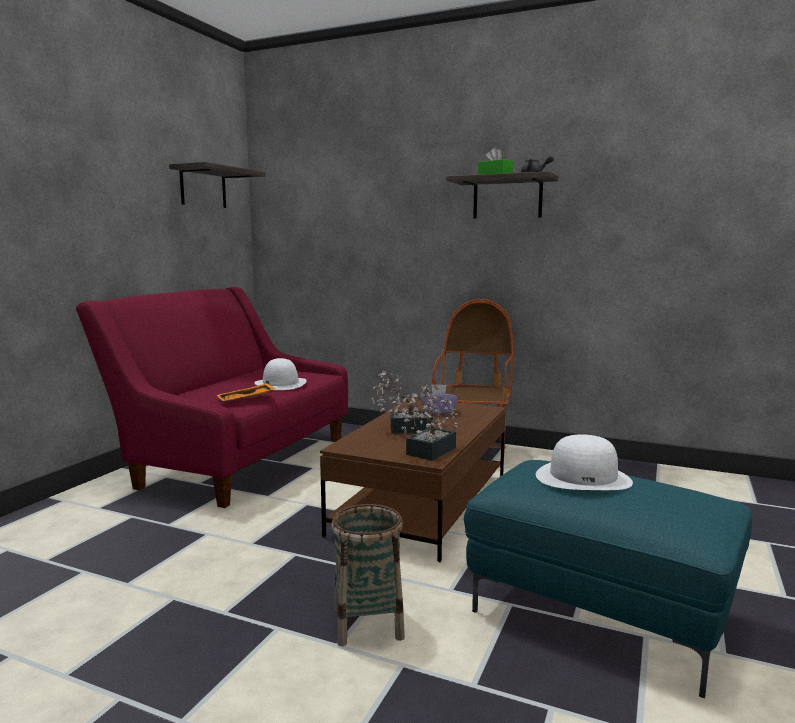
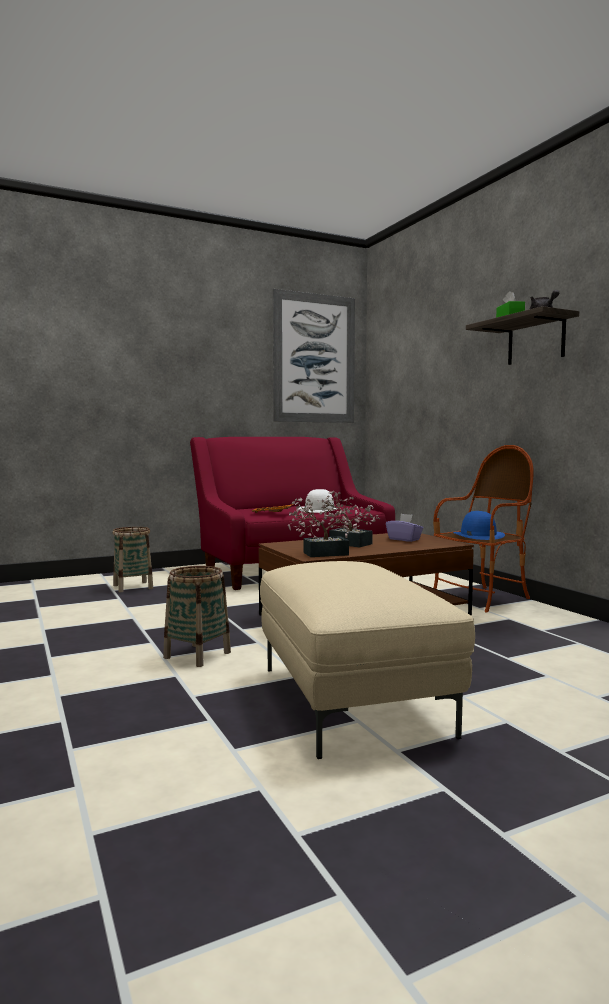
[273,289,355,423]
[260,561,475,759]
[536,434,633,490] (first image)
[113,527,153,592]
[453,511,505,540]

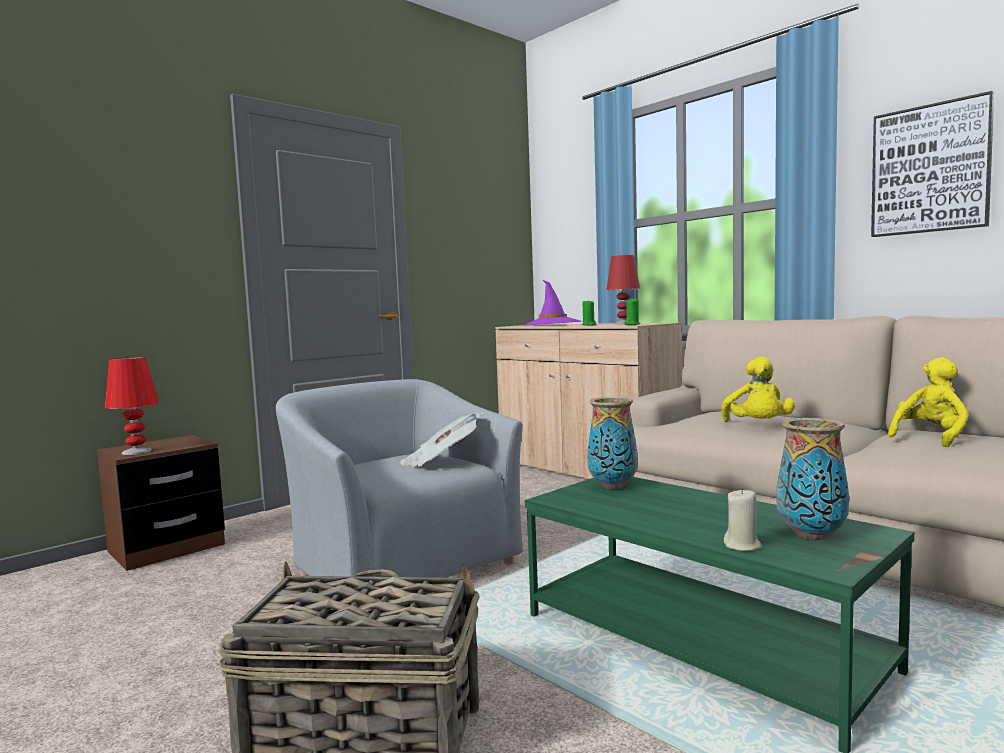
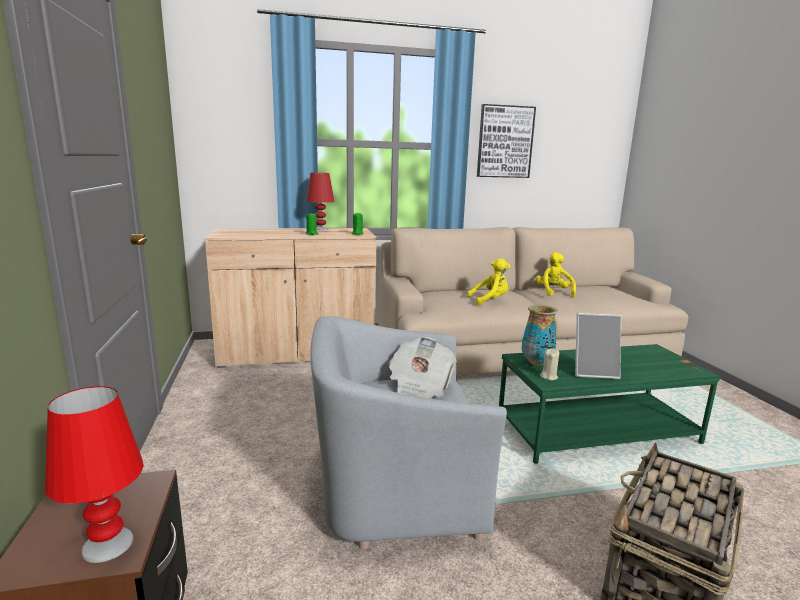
[523,280,583,326] (first image)
[467,258,511,306]
[540,349,559,380]
[776,418,849,540] (first image)
[575,313,621,379]

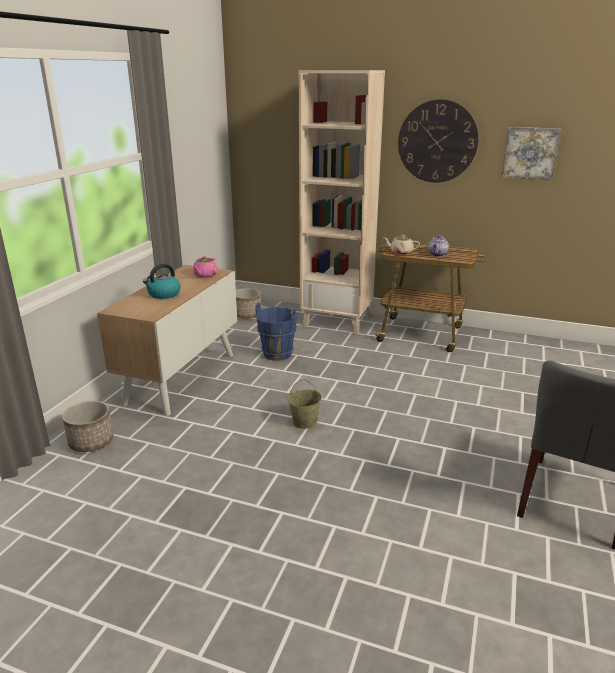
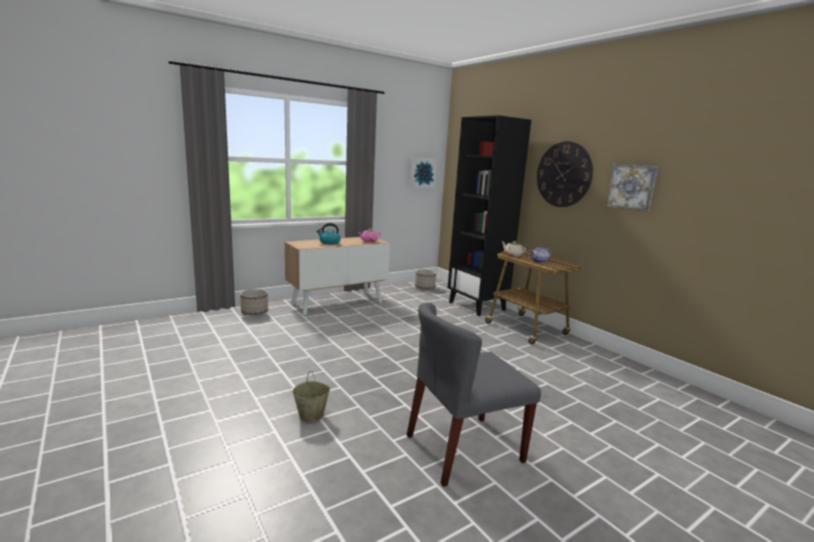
[255,303,298,361] (first image)
[293,371,330,422]
[448,115,531,316]
[410,157,437,188]

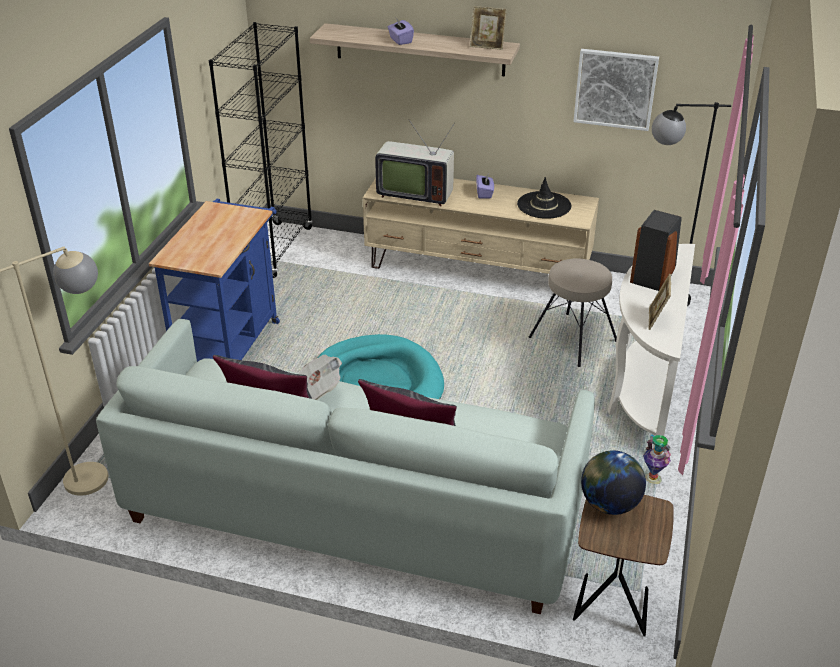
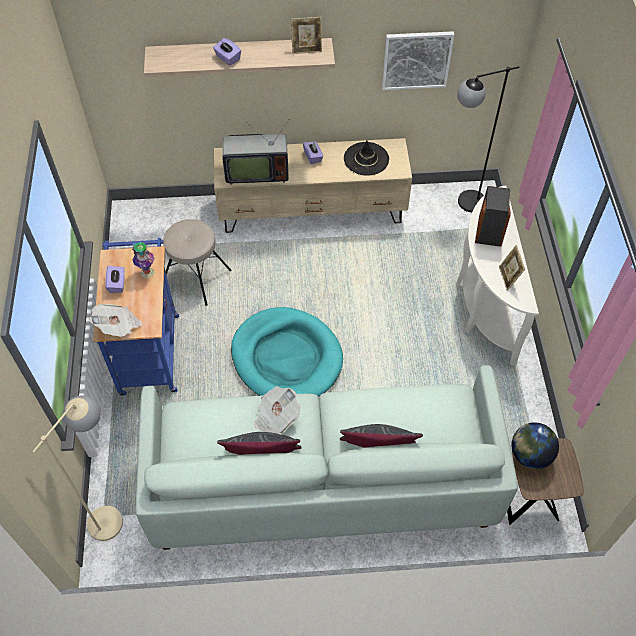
[209,22,313,278] (first image)
[163,219,232,306]
[132,242,155,278]
[89,303,143,337]
[105,266,125,293]

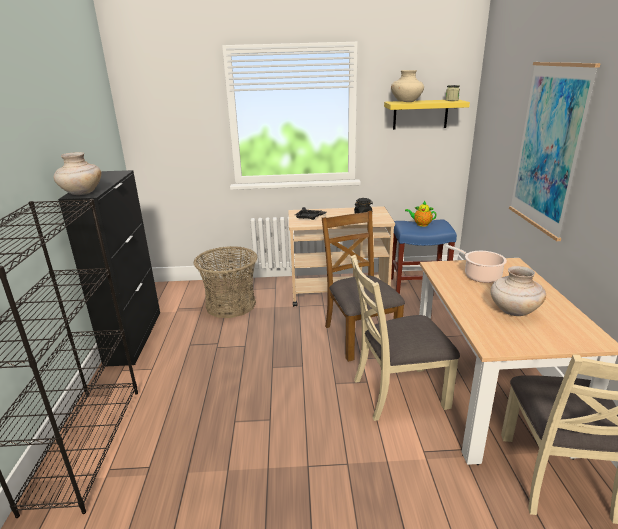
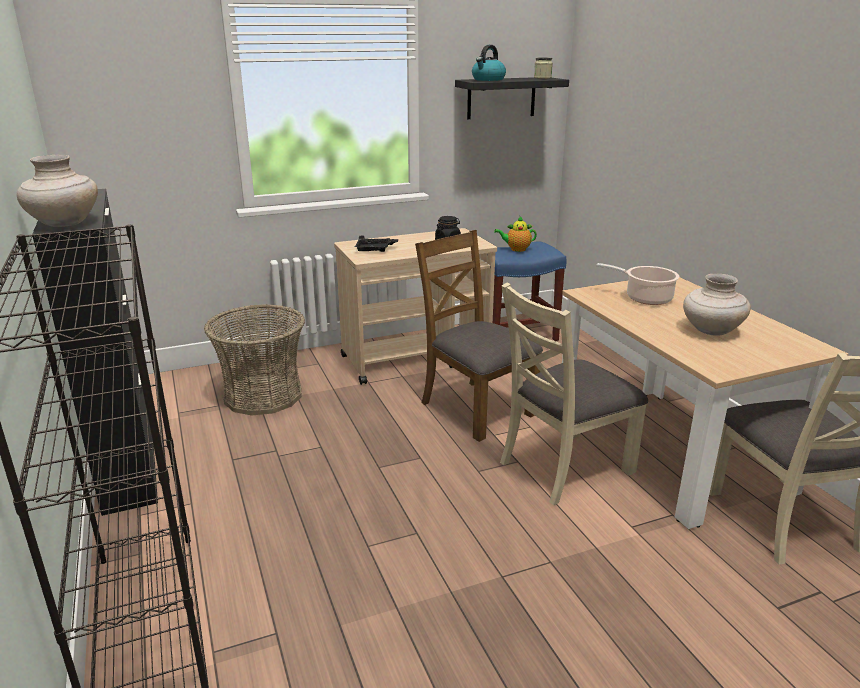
[455,77,569,119]
[472,45,506,81]
[509,62,601,241] (first image)

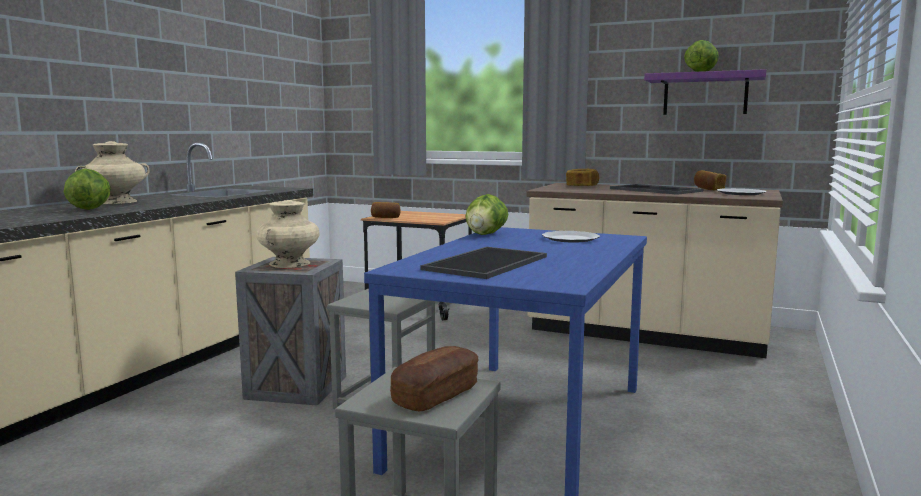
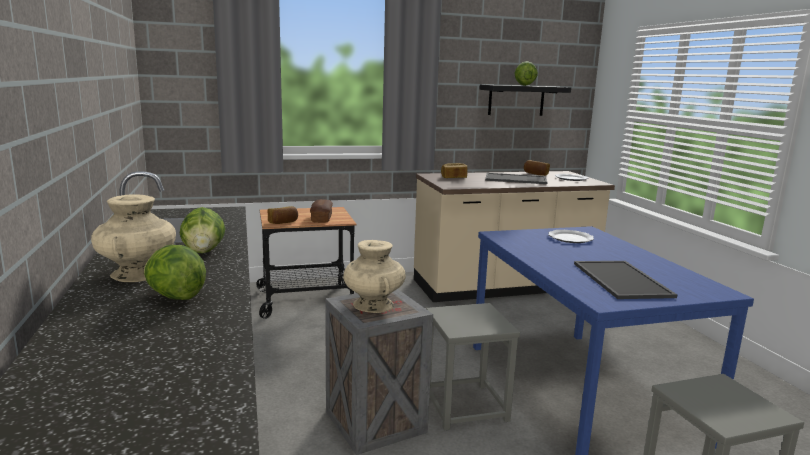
[310,199,333,223]
[180,207,225,254]
[479,84,571,116]

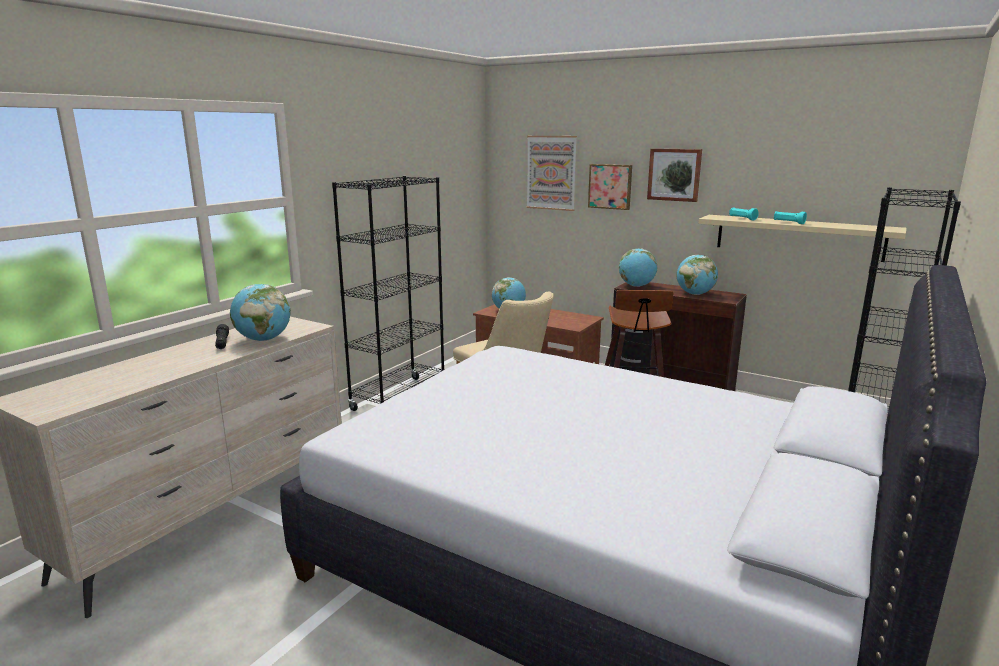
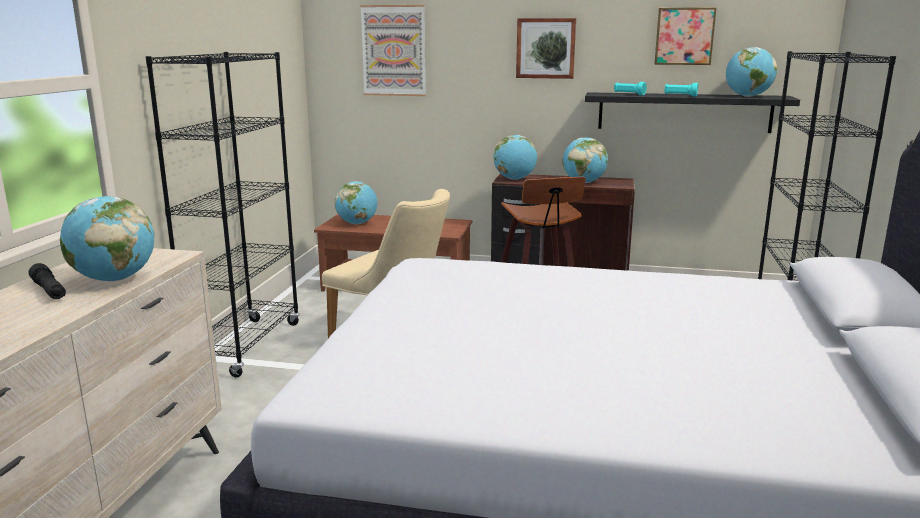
[654,7,717,65]
[585,92,800,133]
[726,47,777,97]

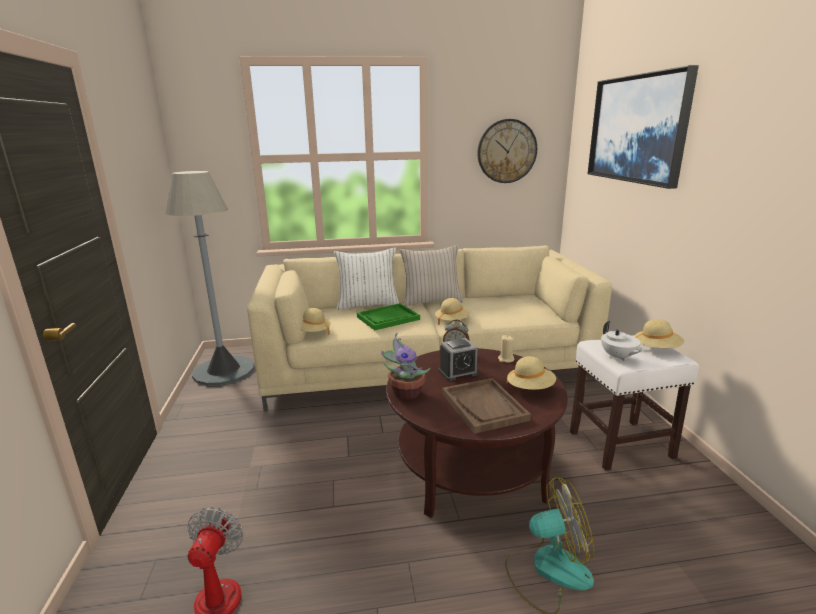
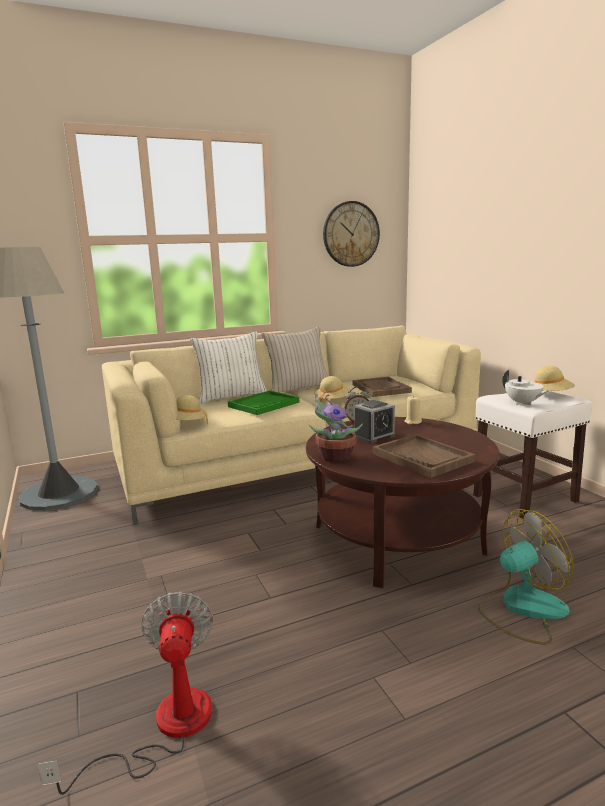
[507,356,556,390] (first image)
[588,65,699,189] (first image)
[352,377,412,397]

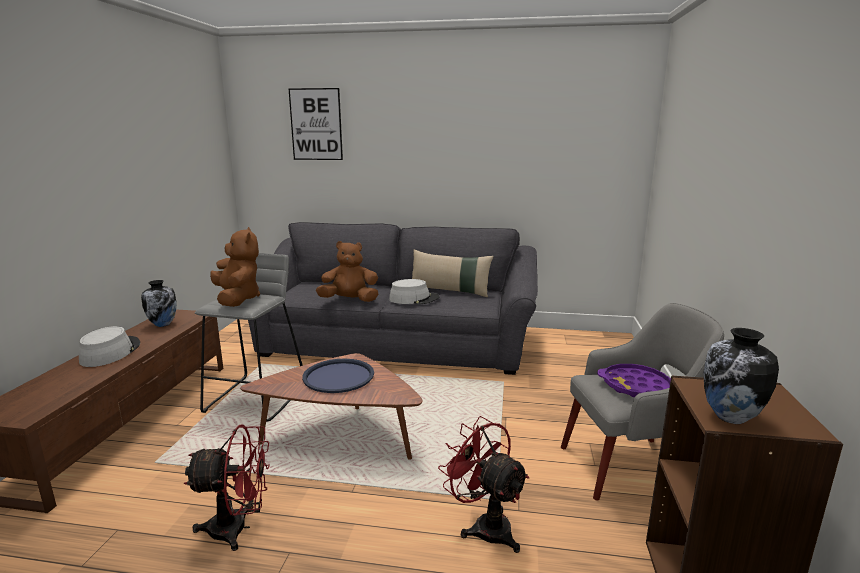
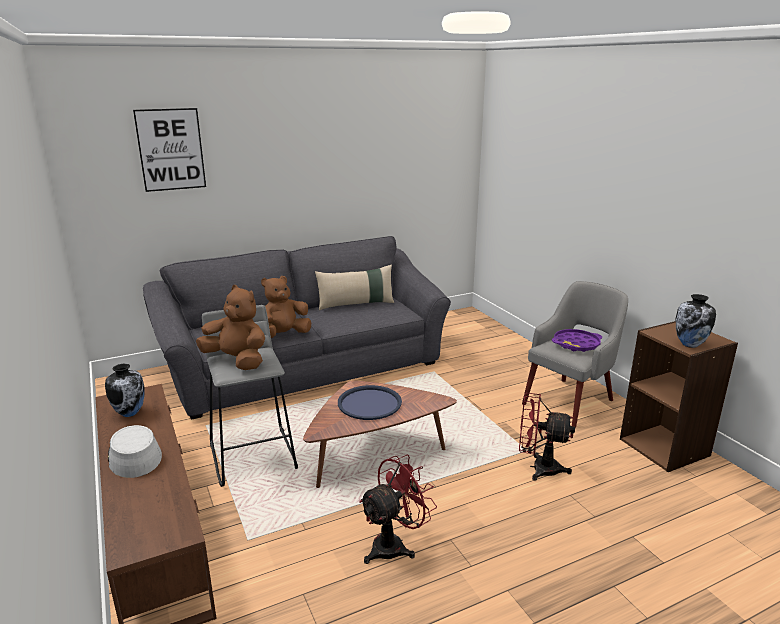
[389,279,440,304] (first image)

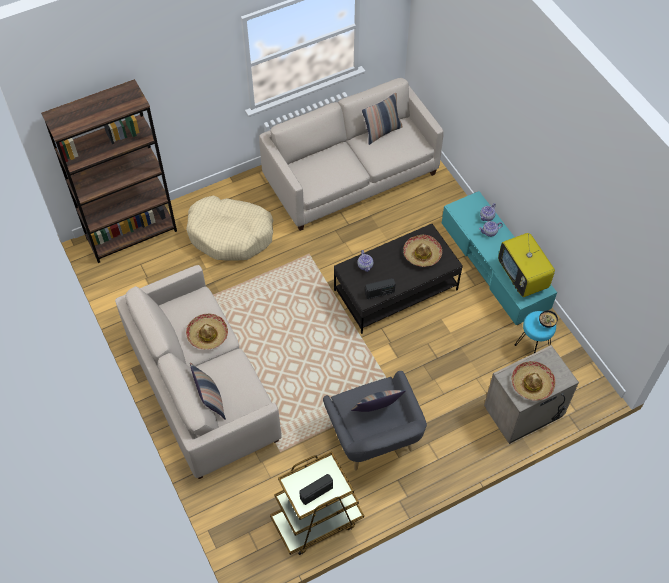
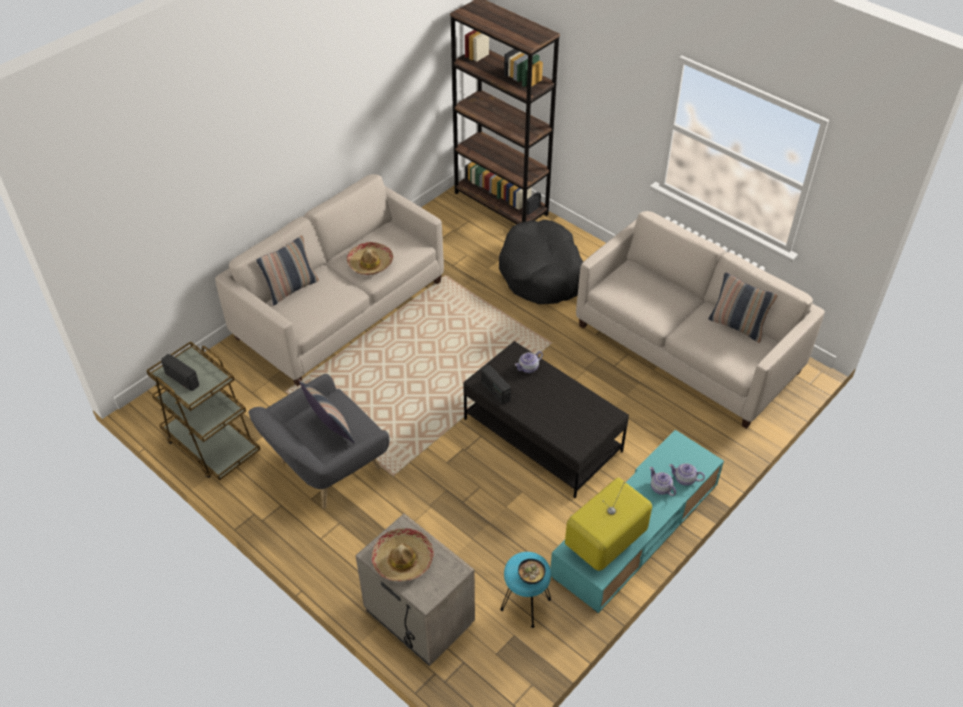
[499,220,583,304]
[403,235,442,267] (first image)

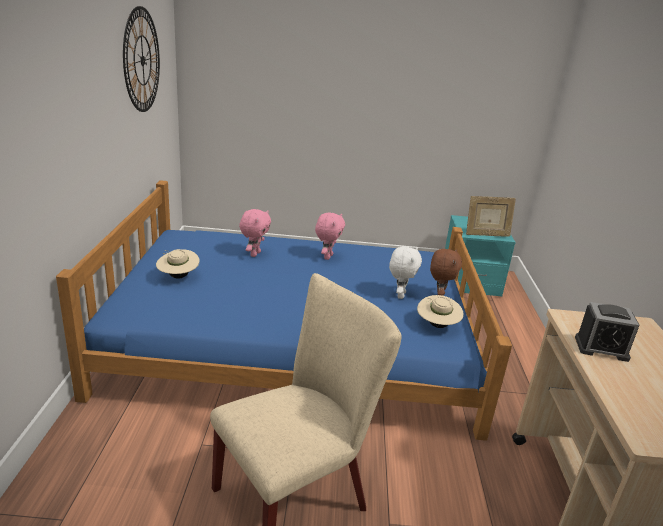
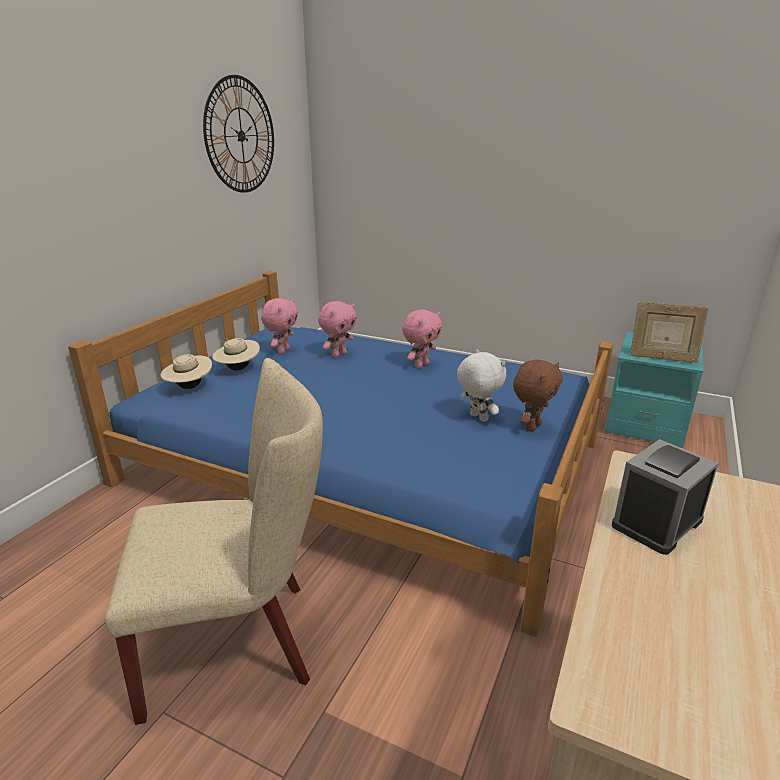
[457,350,506,422]
[161,354,212,389]
[612,439,718,555]
[261,298,298,354]

